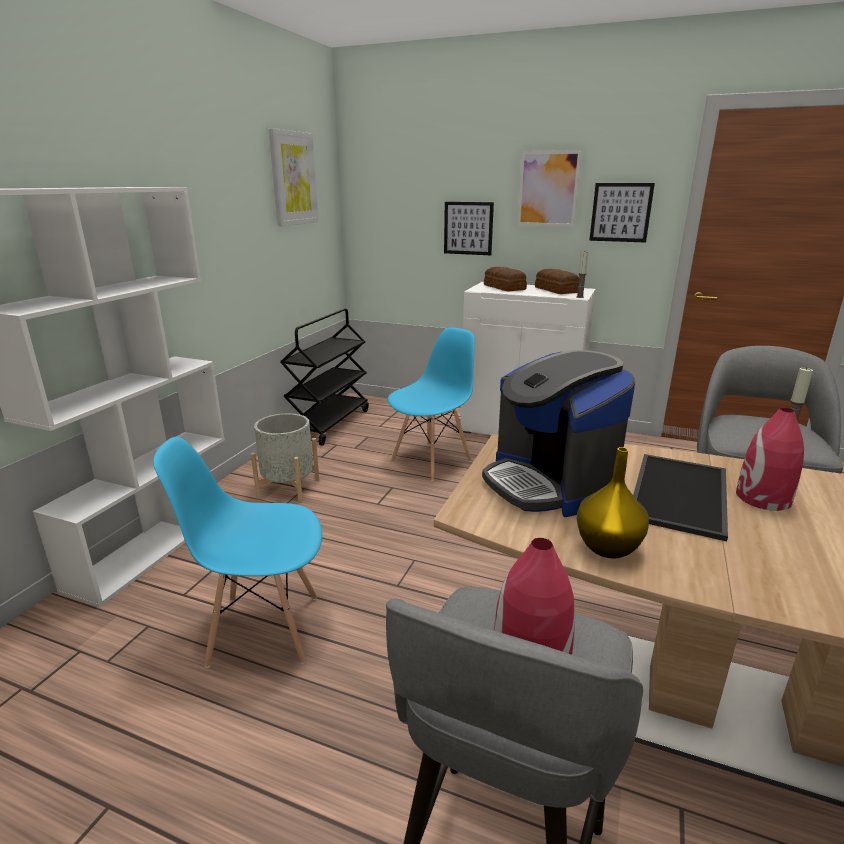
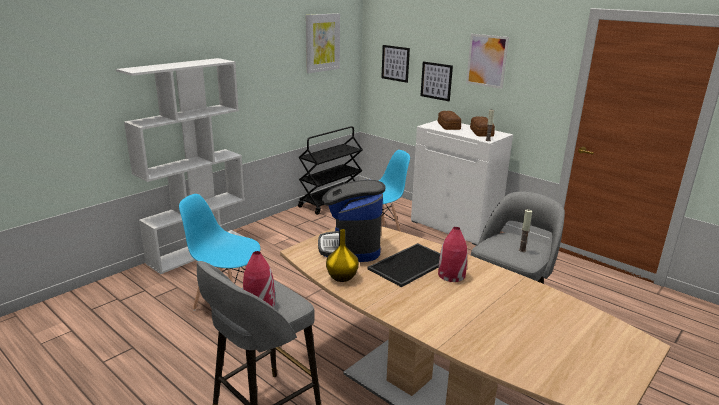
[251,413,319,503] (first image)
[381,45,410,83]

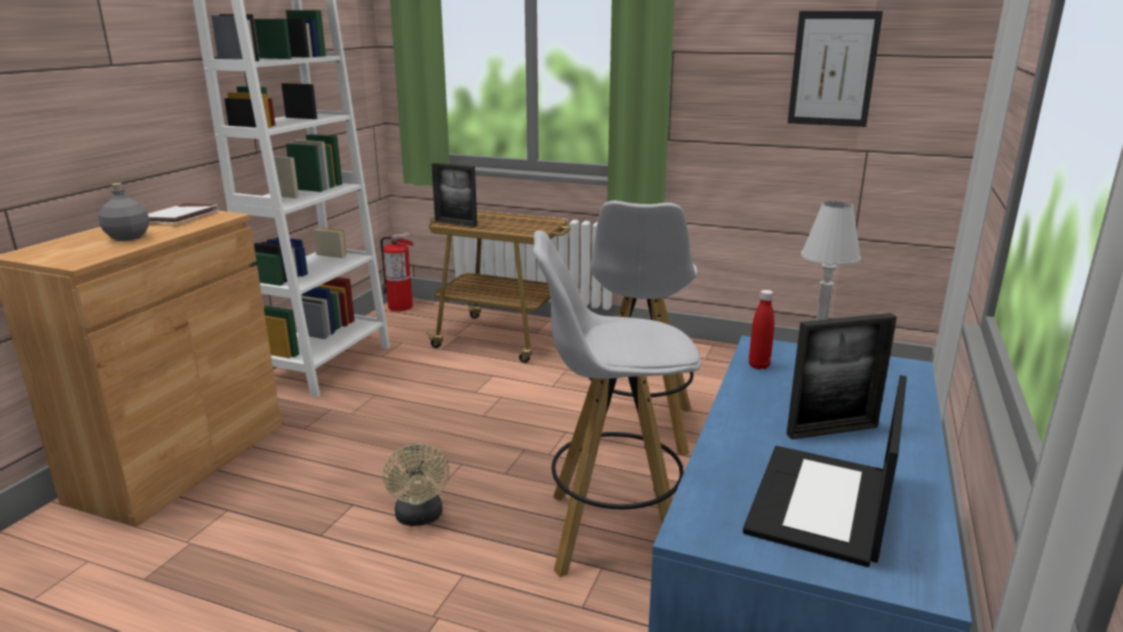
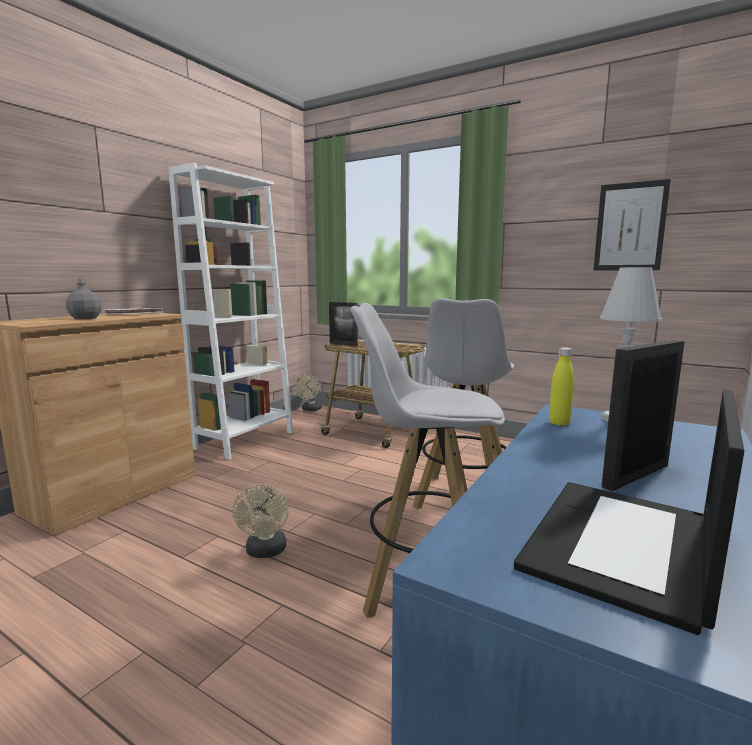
[295,374,322,411]
[549,347,574,426]
[601,340,685,491]

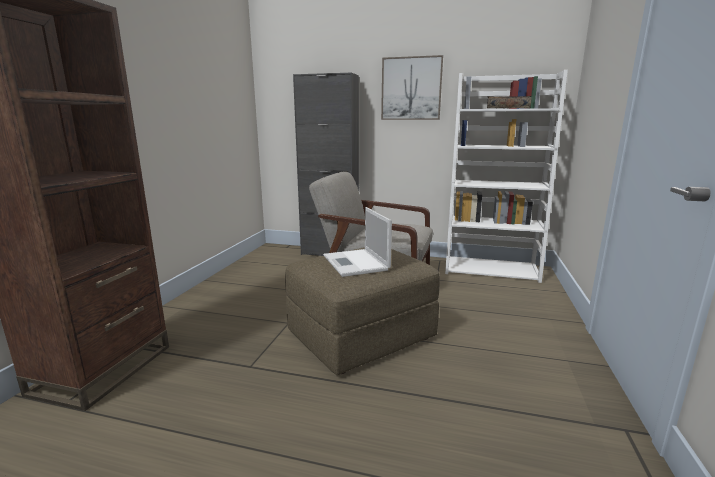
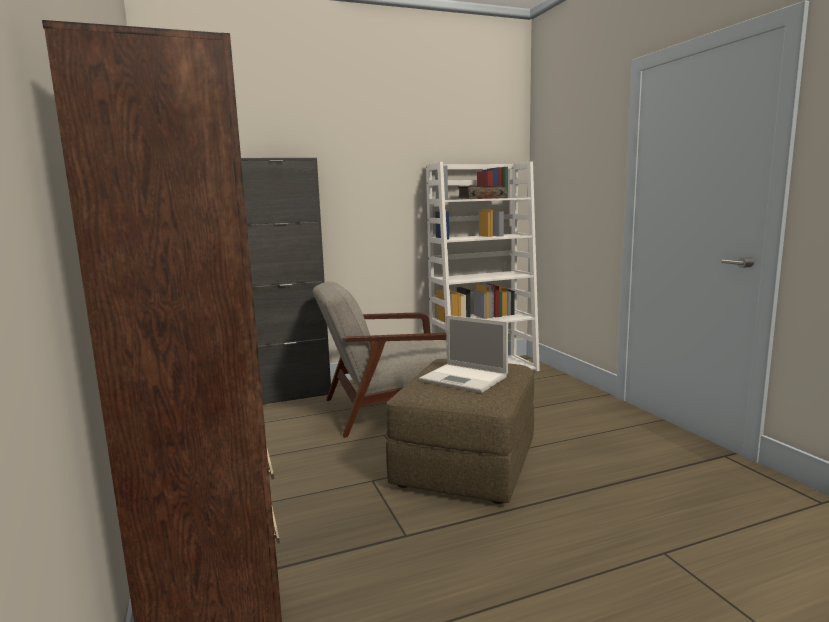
[381,55,443,120] (first image)

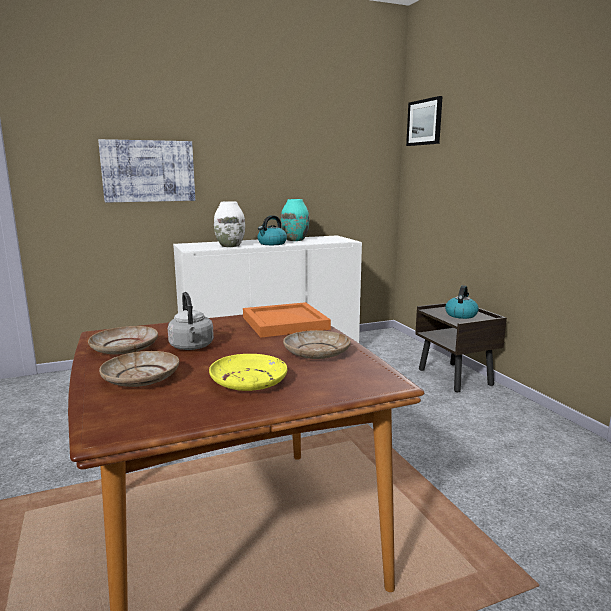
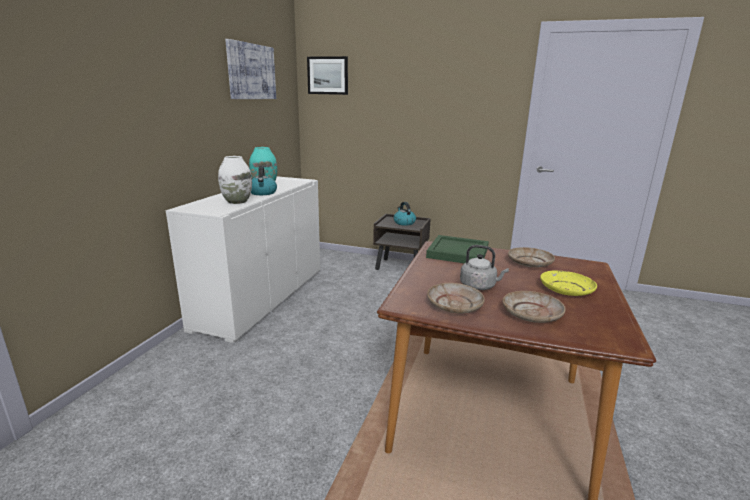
[225,39,276,99]
[426,235,489,263]

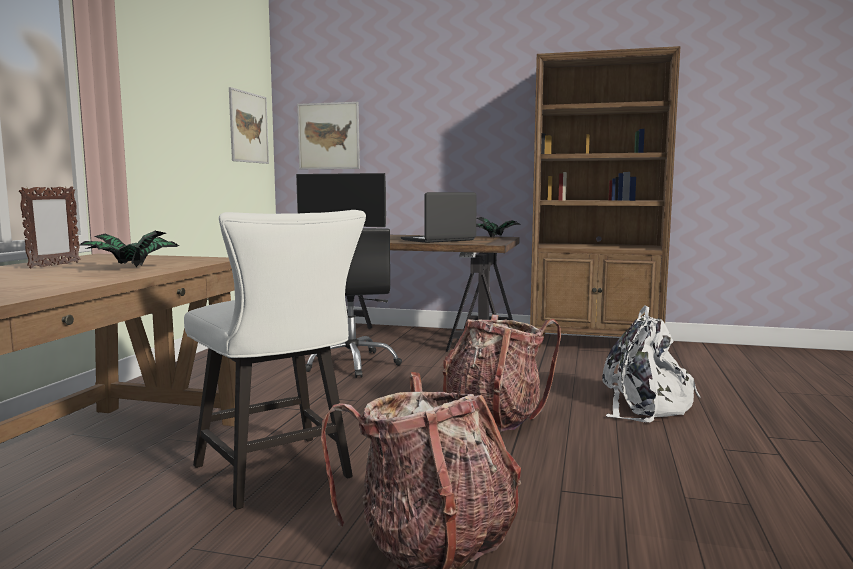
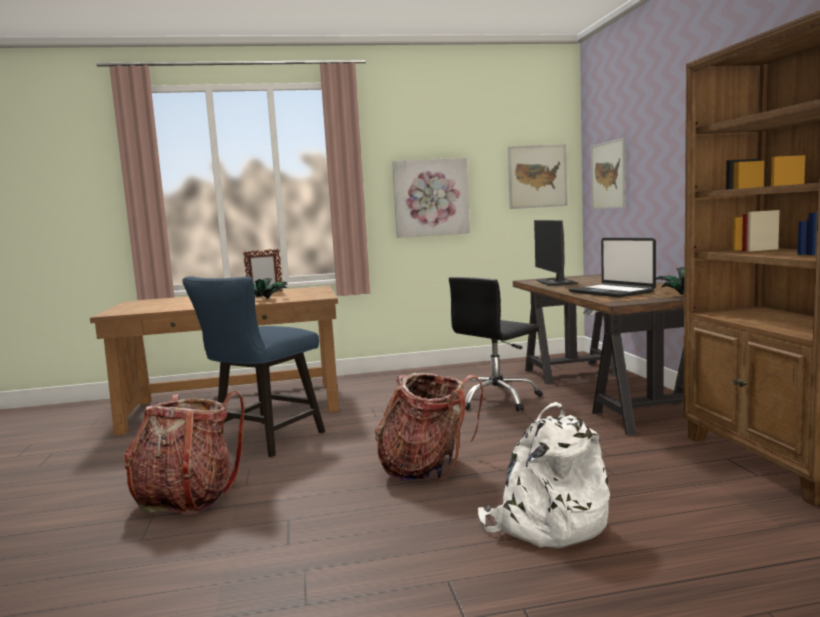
[182,276,325,457]
[568,238,656,297]
[392,158,470,238]

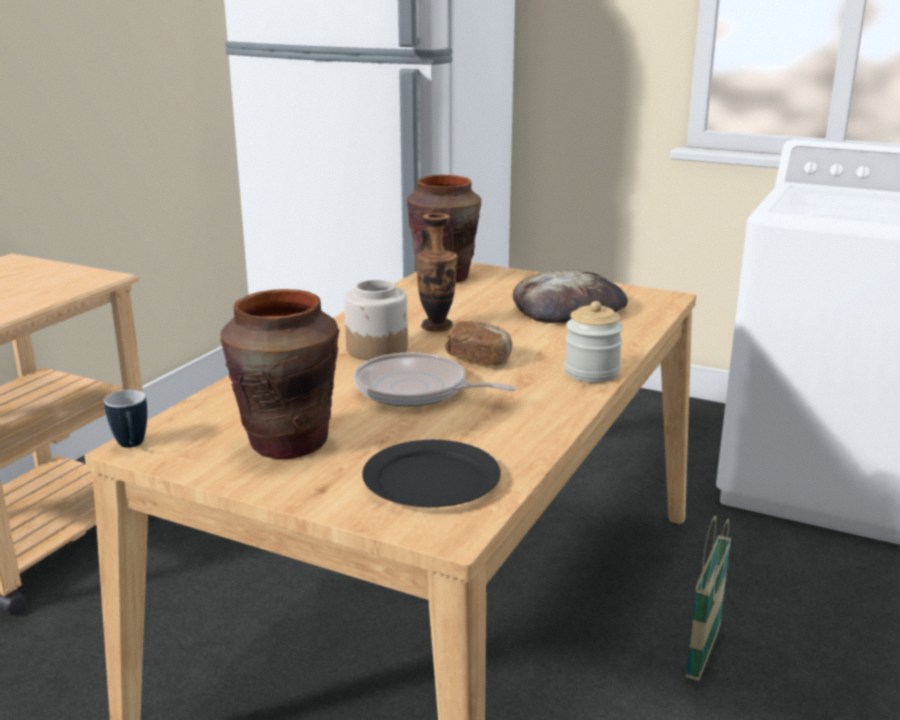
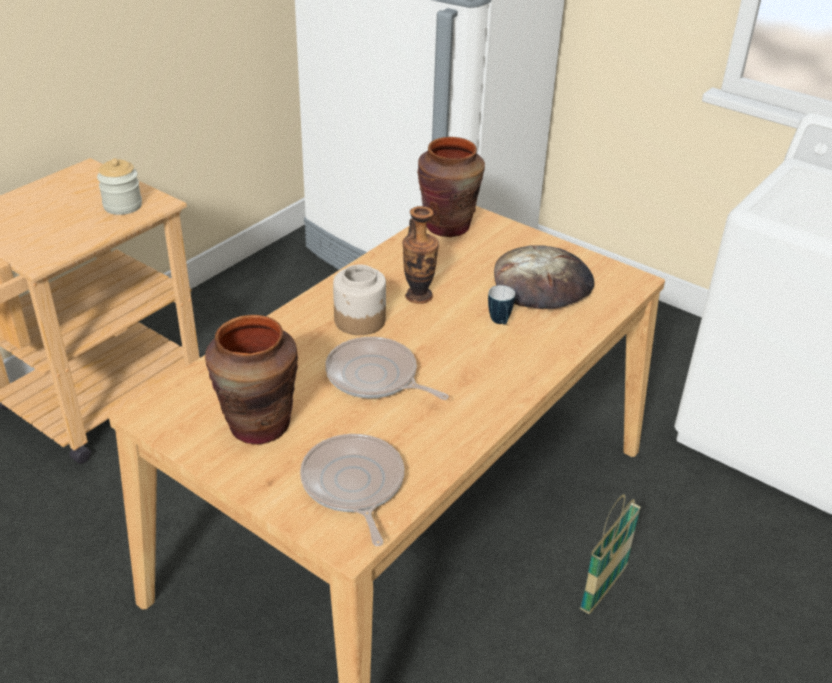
[488,285,515,324]
[300,434,404,546]
[445,321,512,366] (first image)
[97,158,142,215]

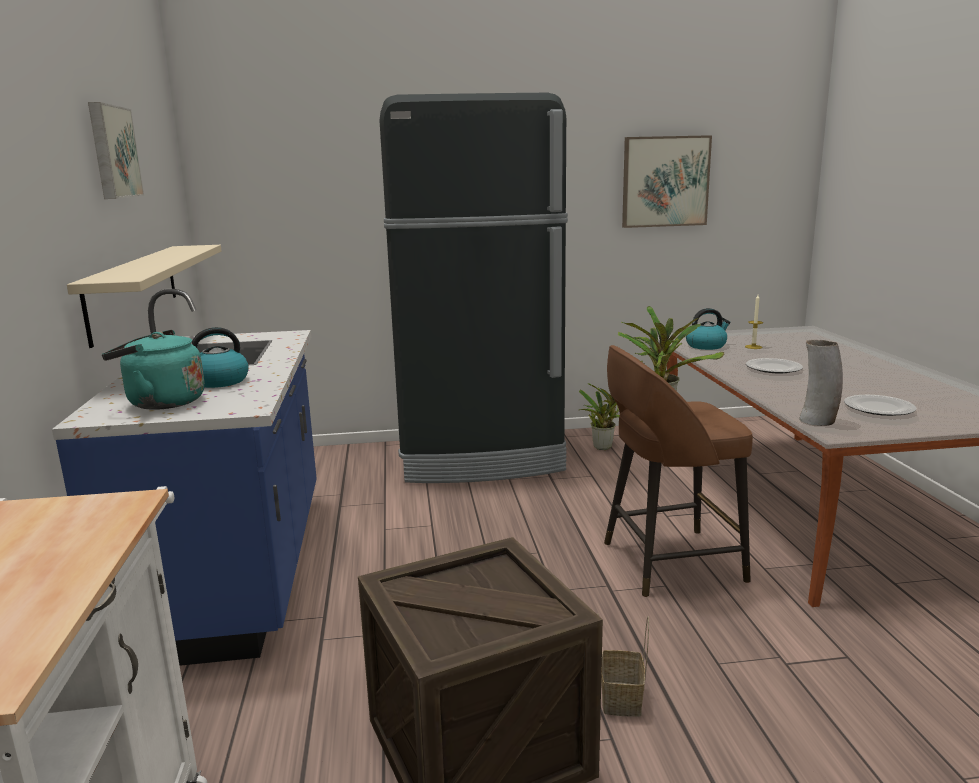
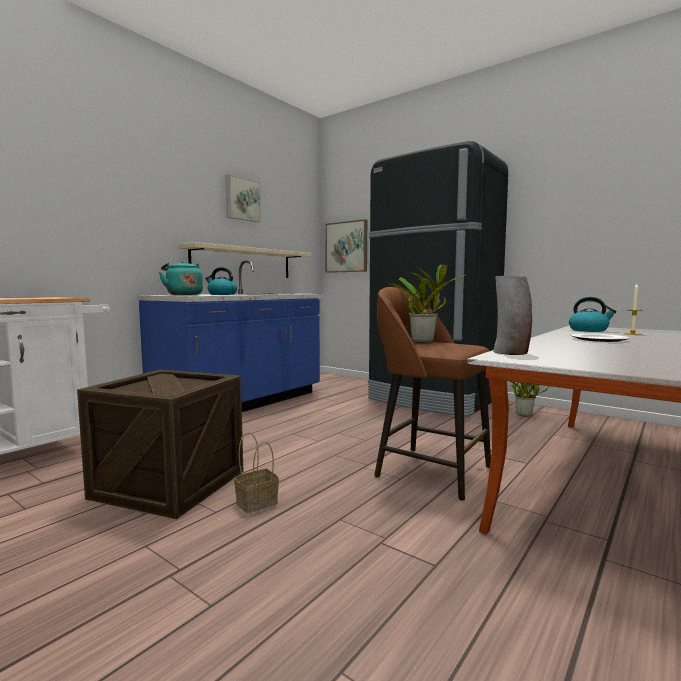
[325,219,367,273]
[844,395,916,416] (first image)

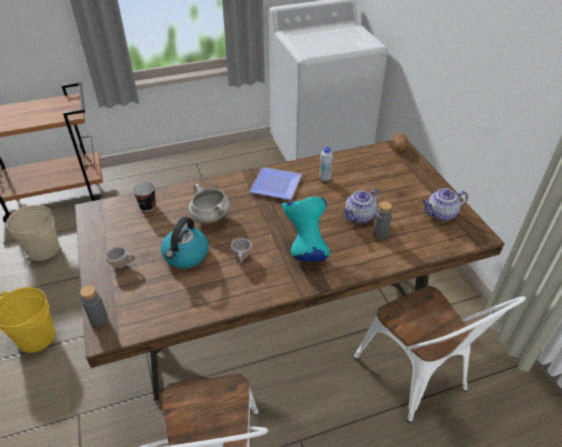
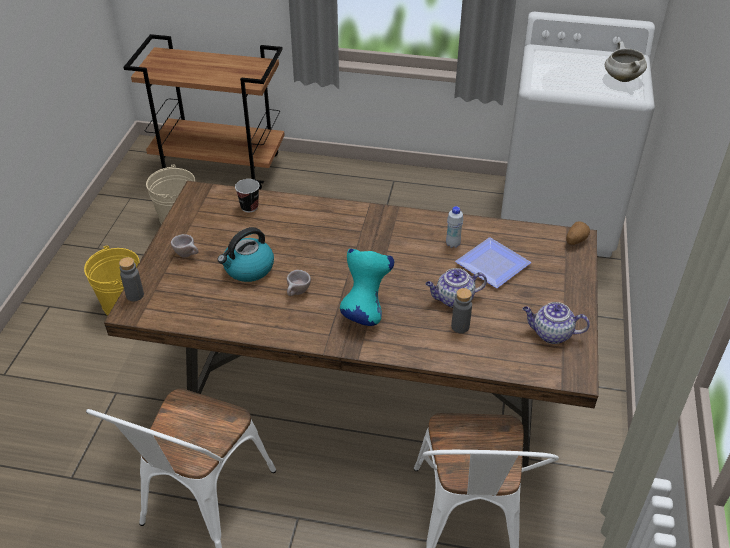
[605,41,647,82]
[455,237,531,288]

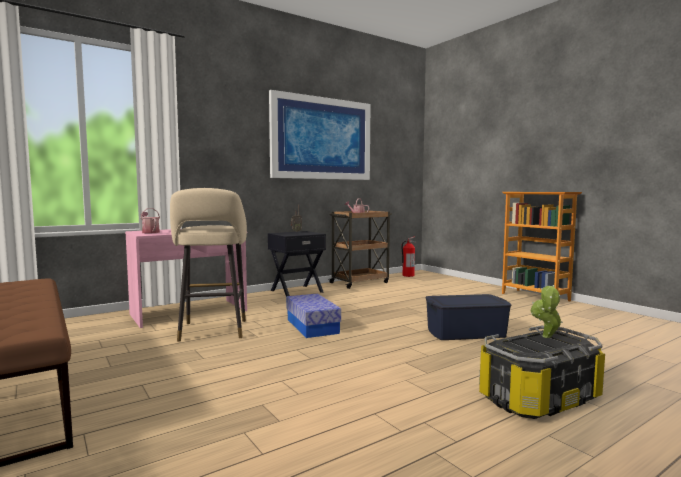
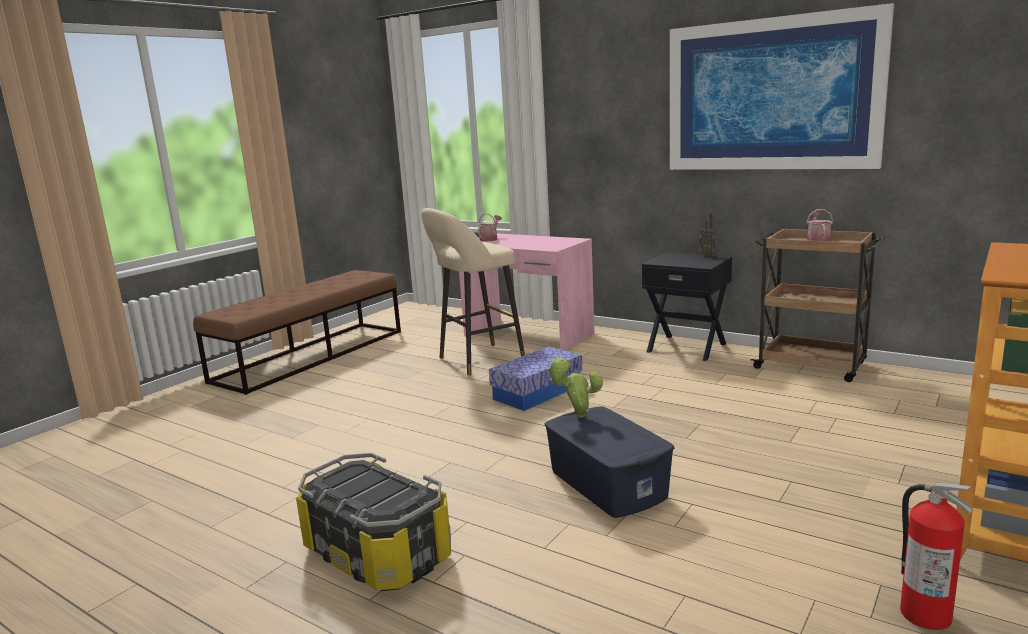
[900,483,973,630]
[548,357,603,418]

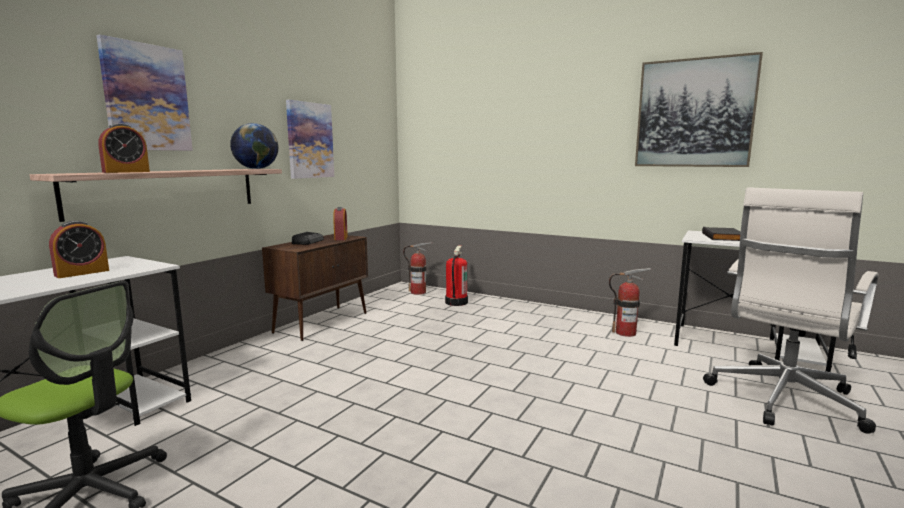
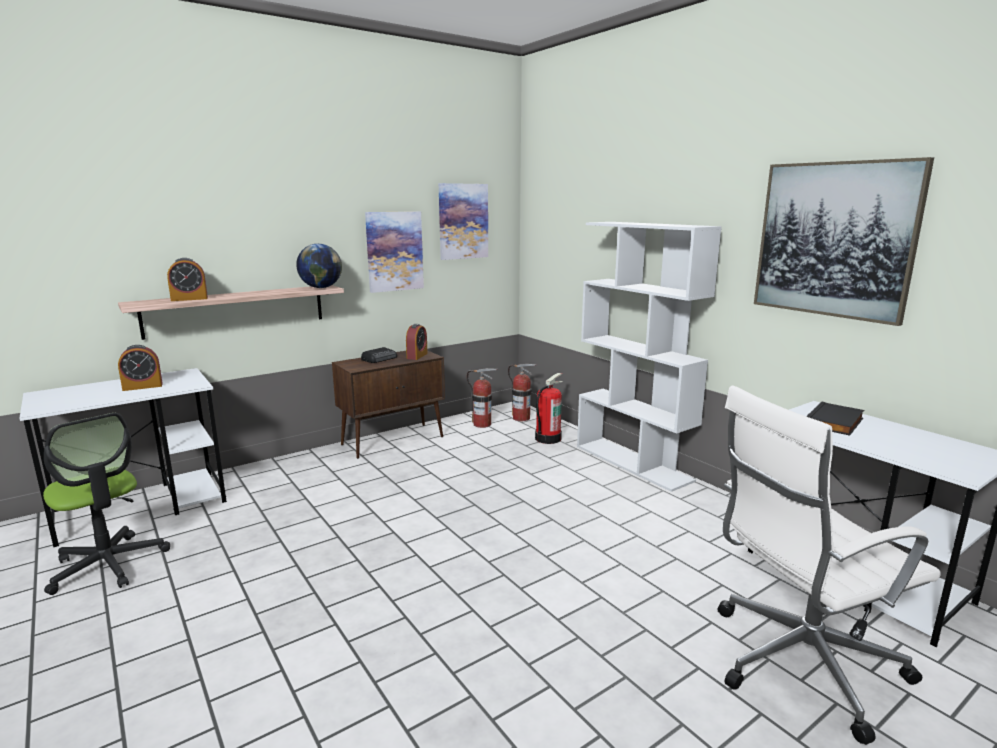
[439,183,488,260]
[467,368,498,428]
[577,222,722,492]

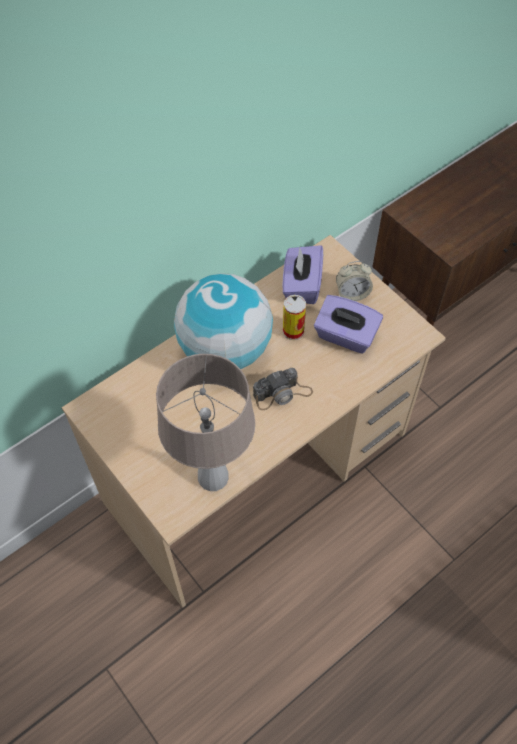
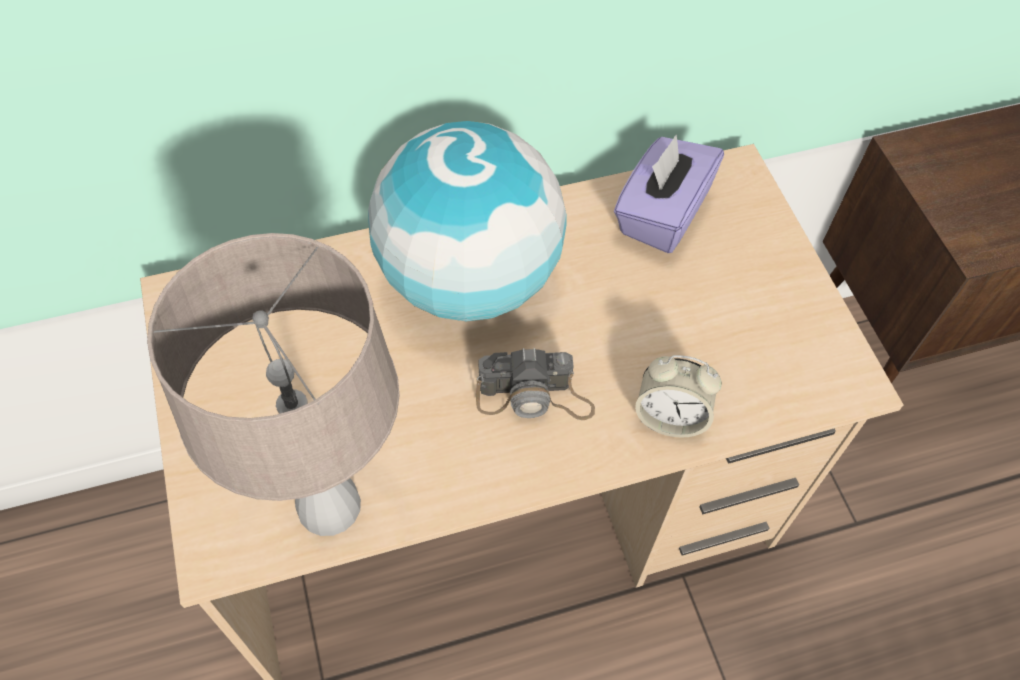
[283,295,306,340] (first image)
[314,295,383,353] (first image)
[635,355,722,438]

